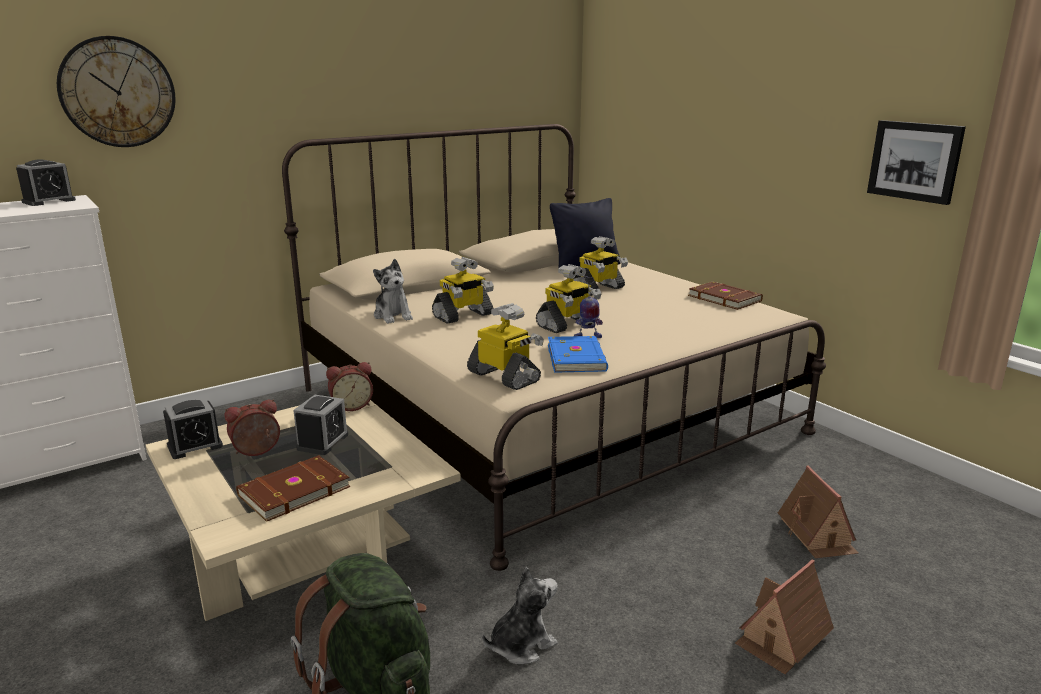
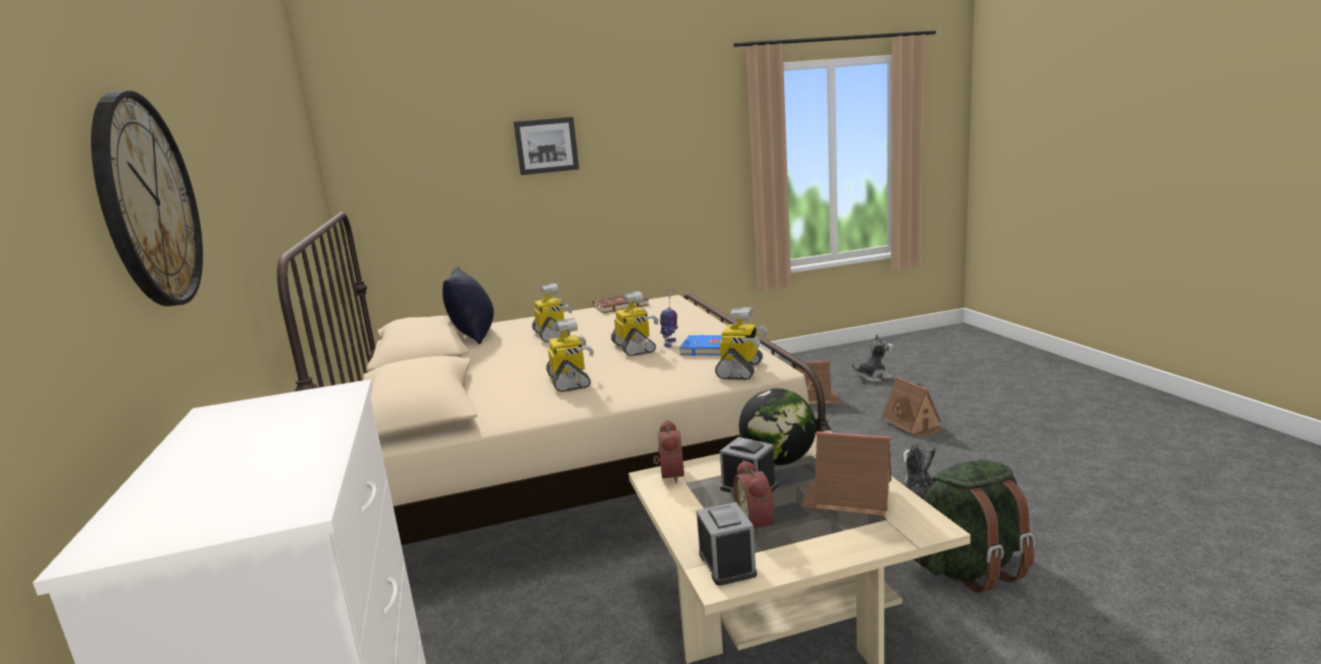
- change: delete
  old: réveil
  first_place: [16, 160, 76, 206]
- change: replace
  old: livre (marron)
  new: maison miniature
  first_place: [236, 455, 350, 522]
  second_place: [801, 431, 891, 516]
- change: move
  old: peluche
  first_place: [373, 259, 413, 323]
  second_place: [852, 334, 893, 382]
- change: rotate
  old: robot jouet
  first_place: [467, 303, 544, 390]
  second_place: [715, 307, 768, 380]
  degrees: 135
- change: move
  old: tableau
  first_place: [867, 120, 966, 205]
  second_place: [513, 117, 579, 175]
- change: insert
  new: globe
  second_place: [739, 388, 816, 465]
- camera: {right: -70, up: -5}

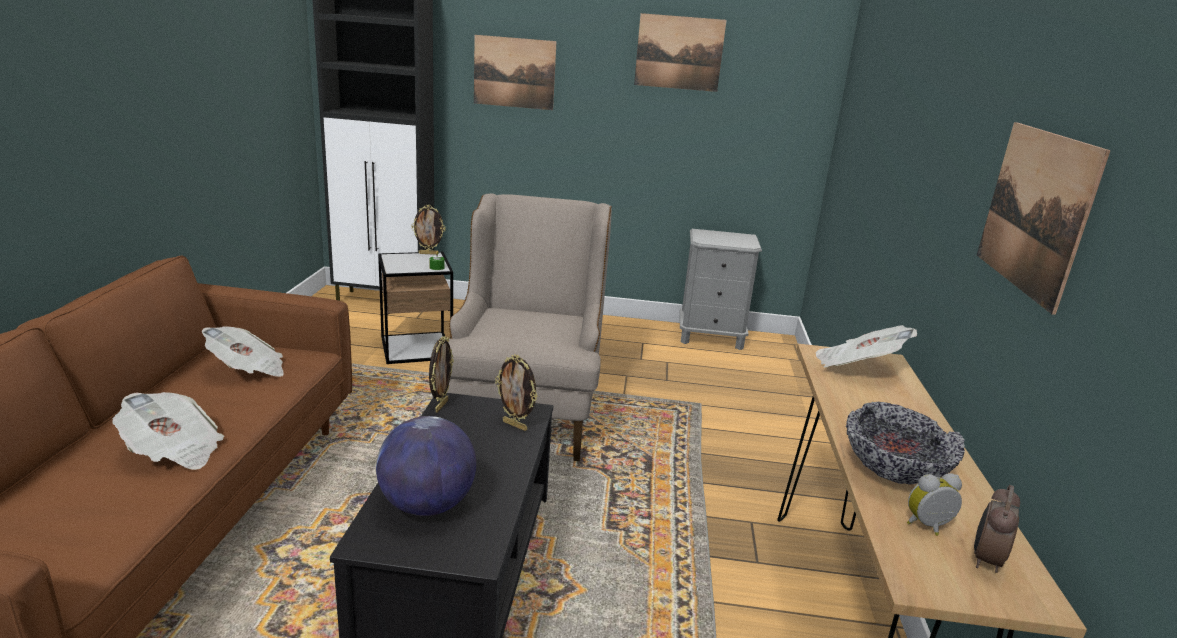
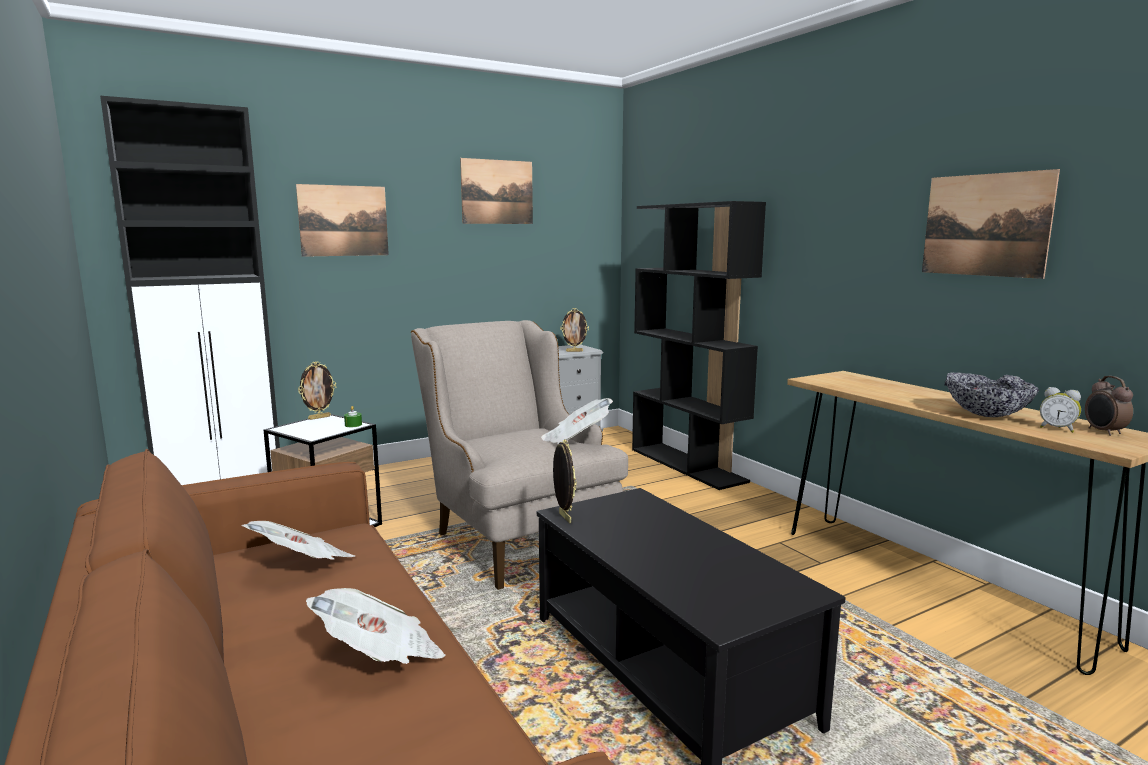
- change: delete
  old: globe
  first_place: [376, 416, 476, 516]
- change: move
  old: cadre photo
  first_place: [495, 354, 538, 431]
  second_place: [560, 308, 589, 352]
- change: move
  old: journal
  first_place: [815, 325, 917, 368]
  second_place: [541, 398, 613, 444]
- change: rotate
  old: réveil
  first_place: [907, 473, 962, 536]
  second_place: [1040, 387, 1081, 433]
  degrees: -90
- change: insert
  new: bibliothèque (noir)
  second_place: [632, 201, 766, 490]
- camera: {right: -35, up: -10}

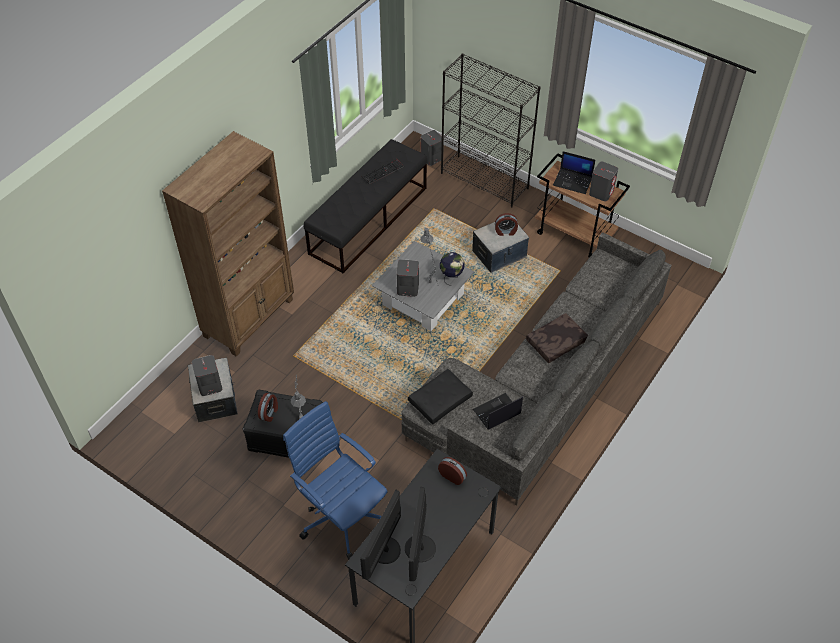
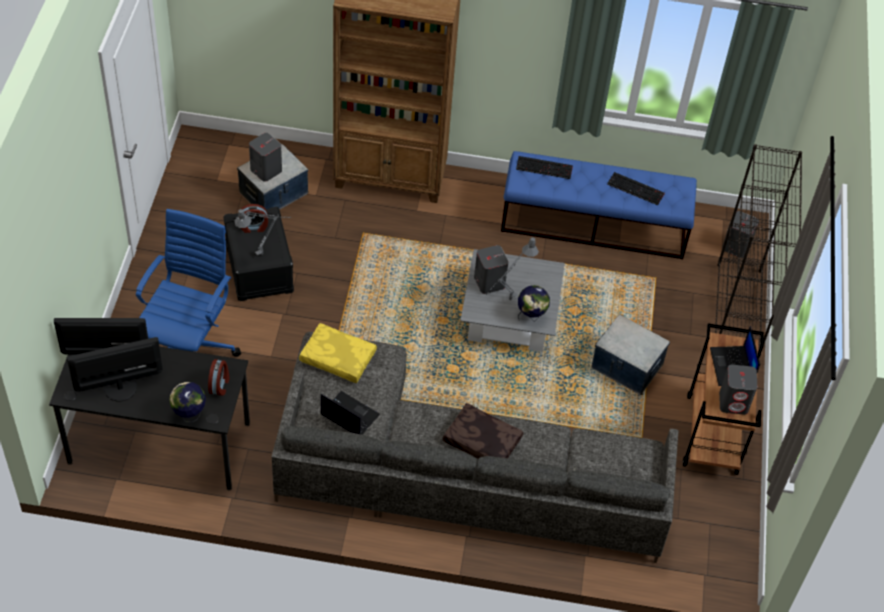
- change: recolor
  old: banc (noir)
  new: banc (bleu)
  first_place: [304, 139, 428, 273]
  second_place: [501, 151, 697, 259]
- change: recolor
  old: coussin (noir)
  new: coussin (jaune)
  first_place: [408, 369, 473, 425]
  second_place: [299, 323, 377, 383]
- change: delete
  old: réveil
  first_place: [495, 213, 518, 236]
- change: insert
  new: globe
  second_place: [169, 382, 206, 422]
- change: insert
  new: clavier
  second_place: [516, 156, 573, 179]
- camera: {right: 60, up: 0}

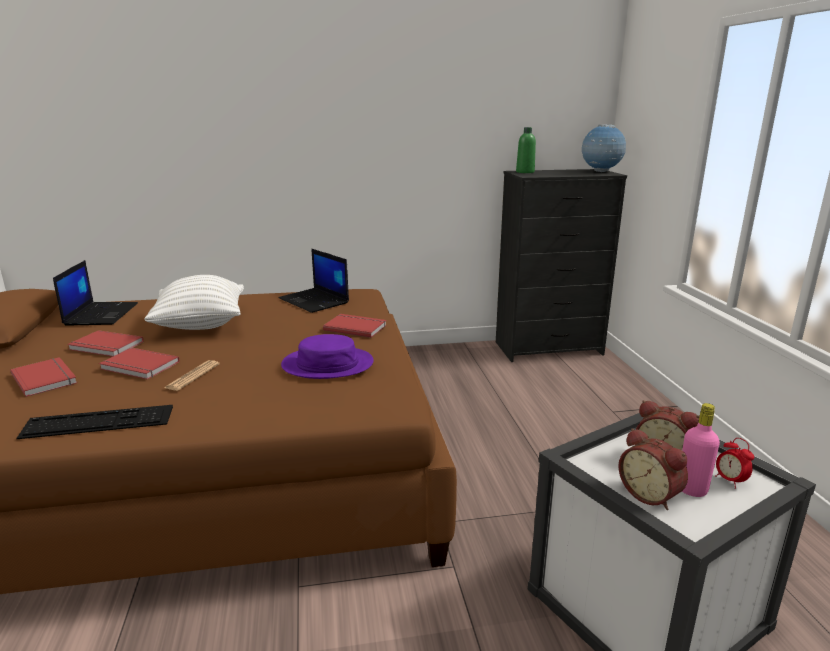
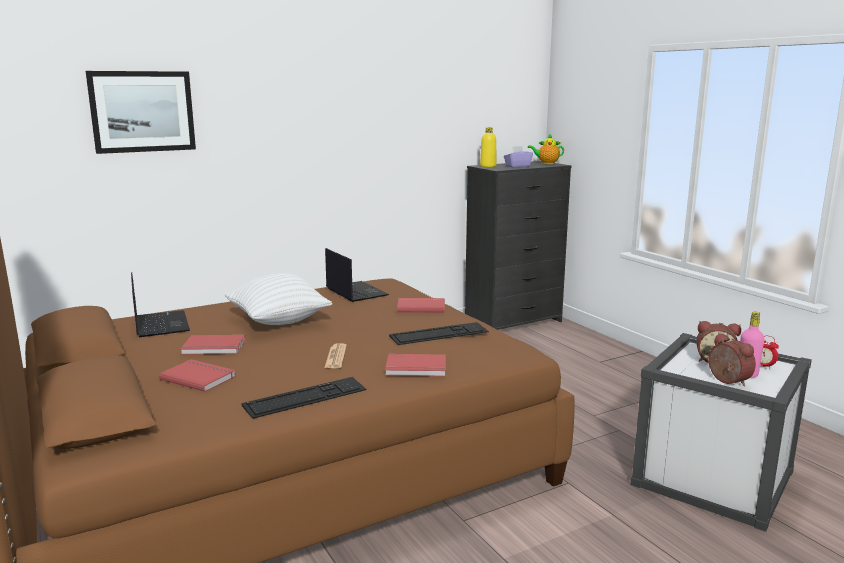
- change: move
  old: livre (rouge)
  first_place: [99, 348, 179, 379]
  second_place: [385, 354, 446, 377]
- change: rotate
  old: ordinateur portable
  first_place: [279, 249, 349, 313]
  second_place: [325, 248, 389, 302]
  degrees: -150
- change: replace
  old: chapeau (violet)
  new: clavier
  first_place: [281, 334, 374, 379]
  second_place: [389, 322, 489, 345]
- change: recolor
  old: bouteille (vert)
  new: bouteille (jaune)
  first_place: [516, 127, 536, 173]
  second_place: [480, 127, 496, 167]
- change: replace
  old: globe
  new: théière
  first_place: [582, 124, 626, 172]
  second_place: [528, 133, 564, 164]
- change: rotate
  old: réveil
  first_place: [618, 428, 688, 510]
  second_place: [708, 333, 756, 387]
  degrees: -150
- change: insert
  new: tableau
  second_place: [86, 71, 196, 154]
- change: insert
  new: boîte à mouchoirs (violet)
  second_place: [504, 146, 533, 167]
- camera: {right: -20, up: -5}

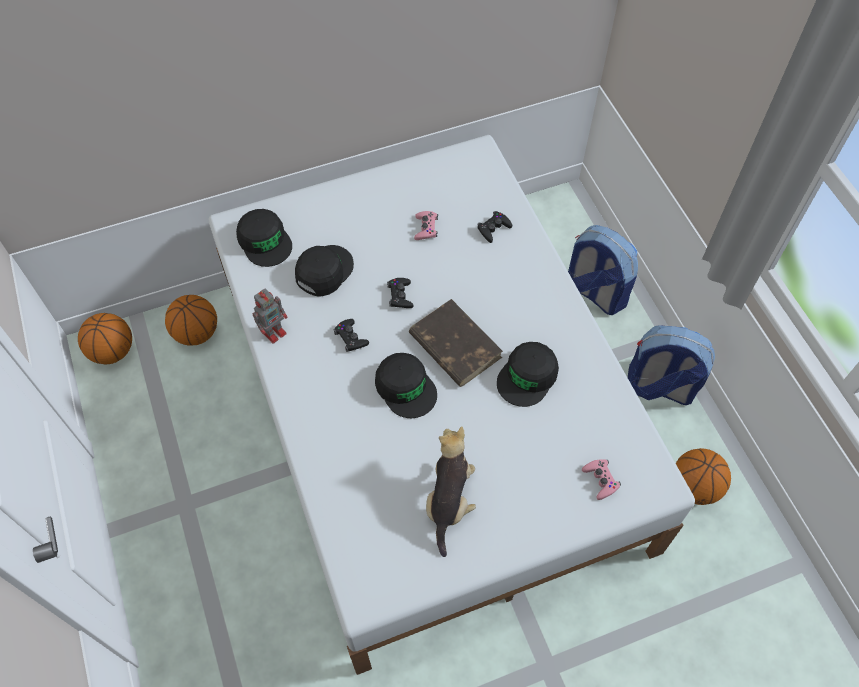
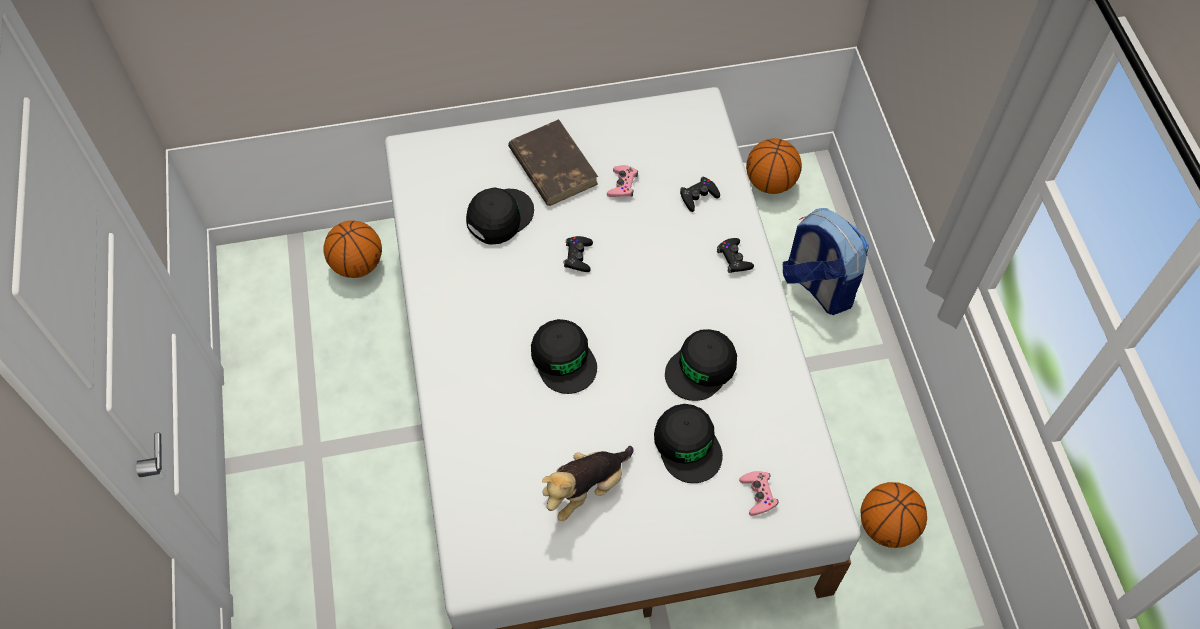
- change: move
  old: ballon de basket
  first_place: [78, 313, 132, 364]
  second_place: [746, 138, 802, 194]
- change: move
  old: casquette (noir)
  first_place: [236, 209, 292, 267]
  second_place: [654, 404, 723, 483]
- change: delete
  old: robot jouet
  first_place: [253, 289, 288, 344]
- change: move
  old: manette (noir)
  first_place: [334, 319, 369, 352]
  second_place: [717, 238, 754, 273]
- change: move
  old: livre (marron)
  first_place: [409, 299, 503, 387]
  second_place: [508, 119, 598, 206]
- change: rotate
  old: peluche
  first_place: [426, 426, 476, 557]
  second_place: [542, 446, 634, 521]
  degrees: -150
- change: delete
  old: sac à dos
  first_place: [628, 325, 715, 405]
- camera: {right: 10, up: 0}

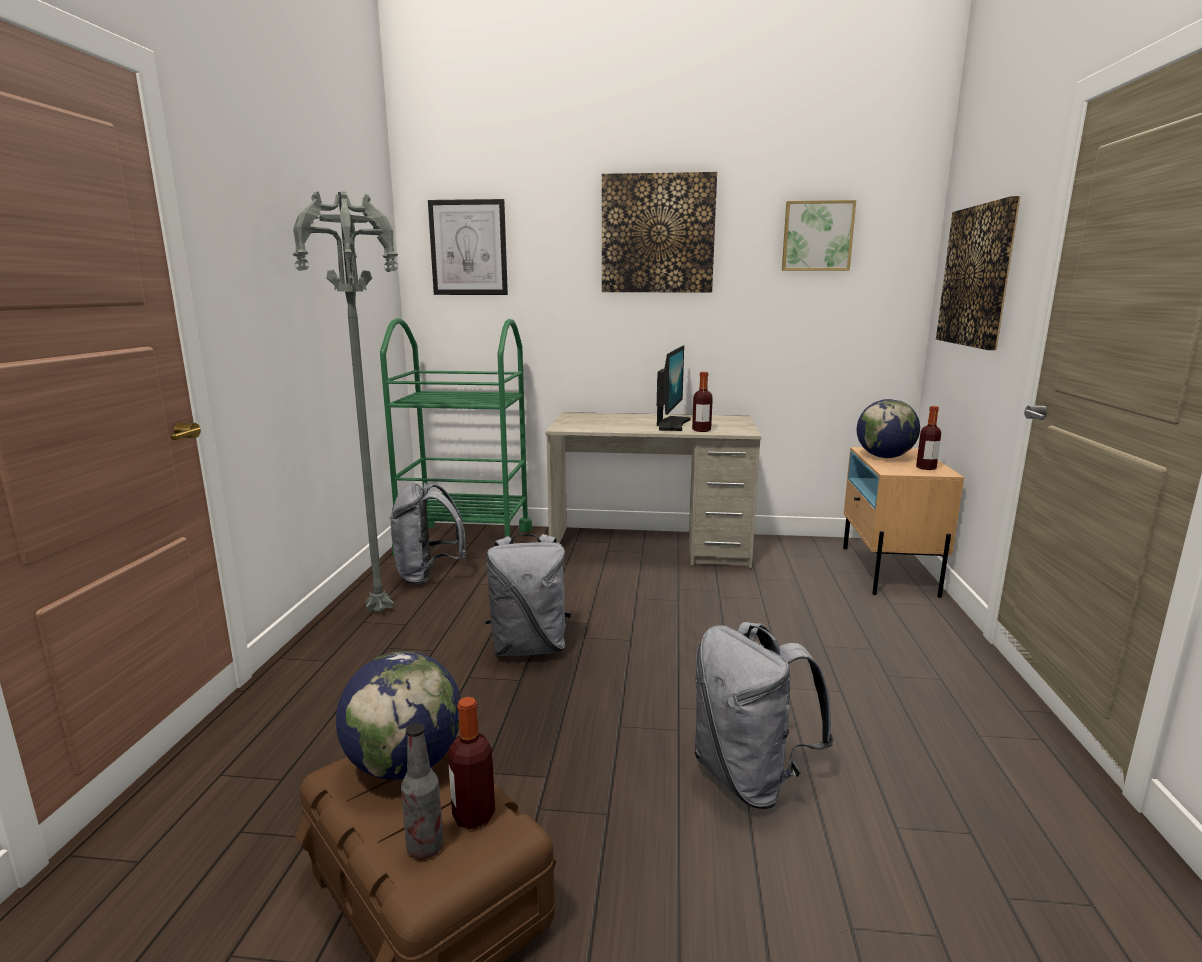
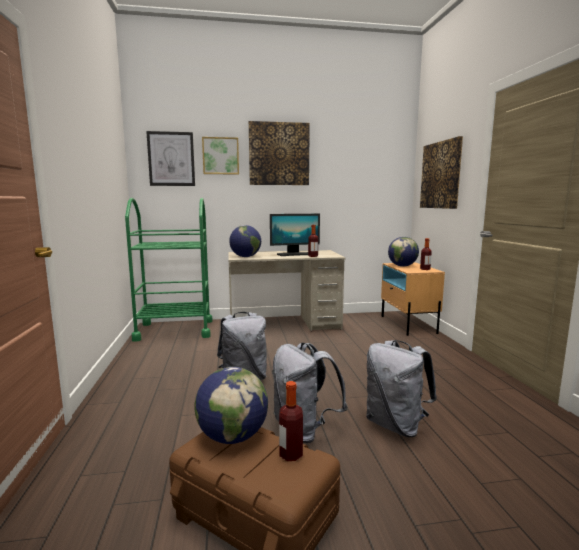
- change: delete
  old: lampadaire (gris)
  first_place: [293, 191, 398, 612]
- change: move
  old: sac à dos (gris)
  first_place: [389, 482, 466, 585]
  second_place: [272, 342, 348, 443]
- change: delete
  old: bouteille
  first_place: [401, 723, 444, 859]
- change: rotate
  old: écran d'ordinateur
  first_place: [657, 345, 691, 431]
  second_place: [270, 214, 320, 256]
  degrees: 75
- change: move
  old: tableau
  first_place: [782, 200, 856, 271]
  second_place: [202, 137, 239, 175]
- change: insert
  new: globe
  second_place: [229, 225, 261, 257]
- camera: {right: -15, up: -5}

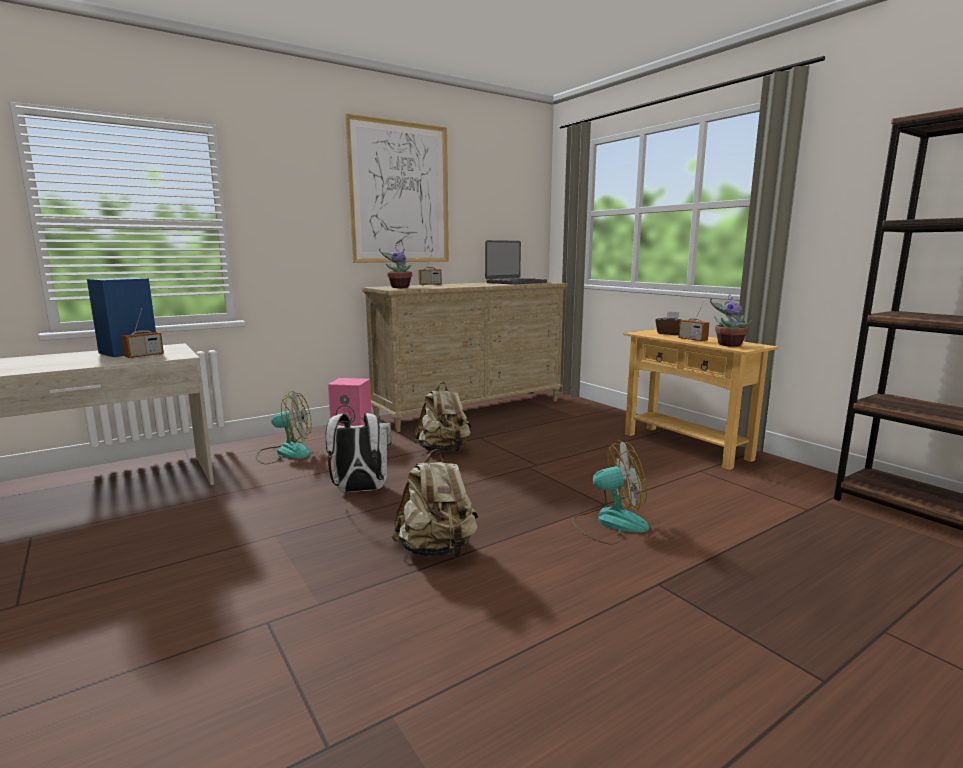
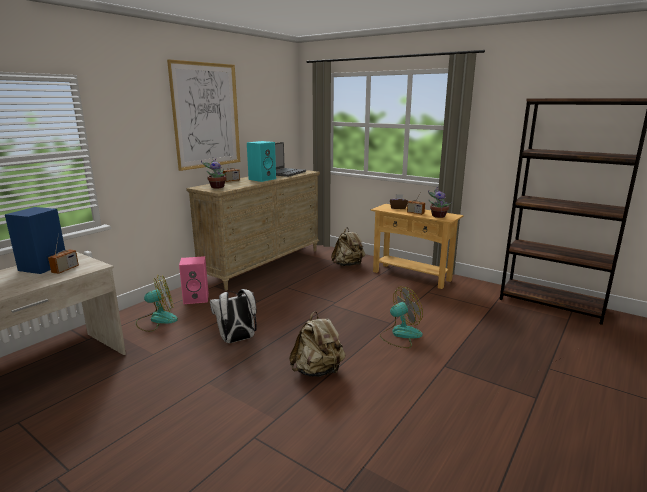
- change: move
  old: sac à dos (beige)
  first_place: [414, 382, 471, 452]
  second_place: [331, 227, 365, 266]
- change: insert
  new: enceinte (turquoise)
  second_place: [247, 141, 276, 182]
- camera: {right: -20, up: 5}

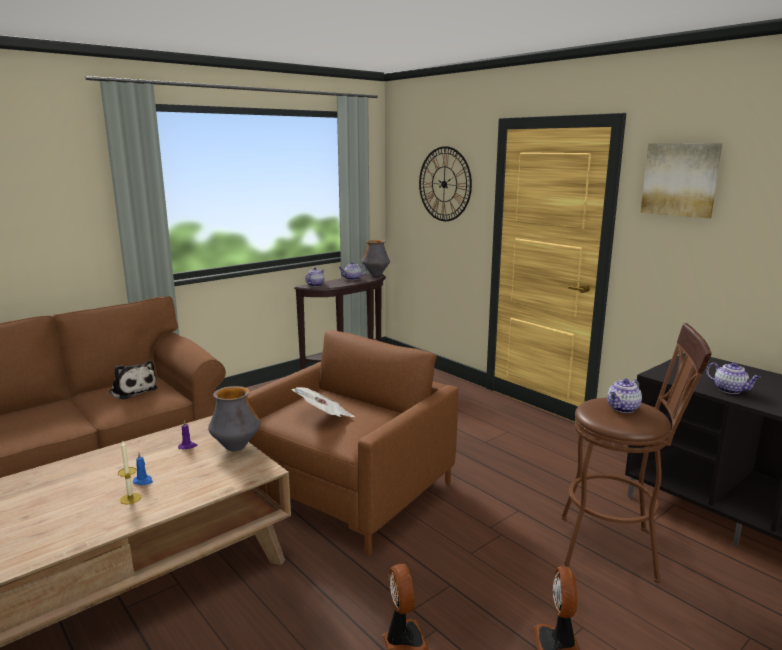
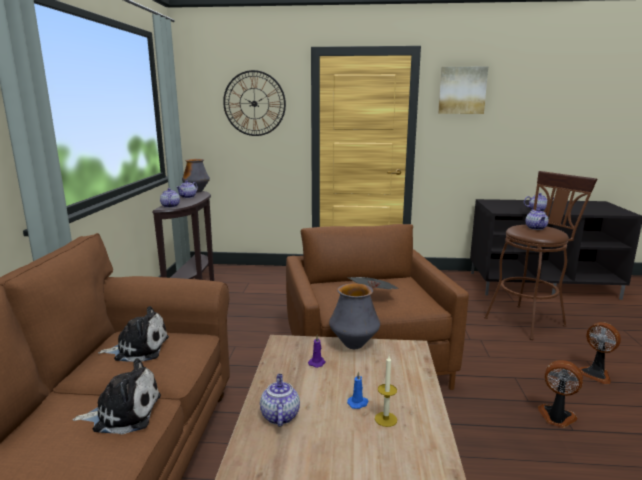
- change: insert
  new: peluche
  second_place: [72, 358, 161, 435]
- change: insert
  new: théière
  second_place: [260, 374, 300, 427]
- camera: {right: -45, up: 0}

